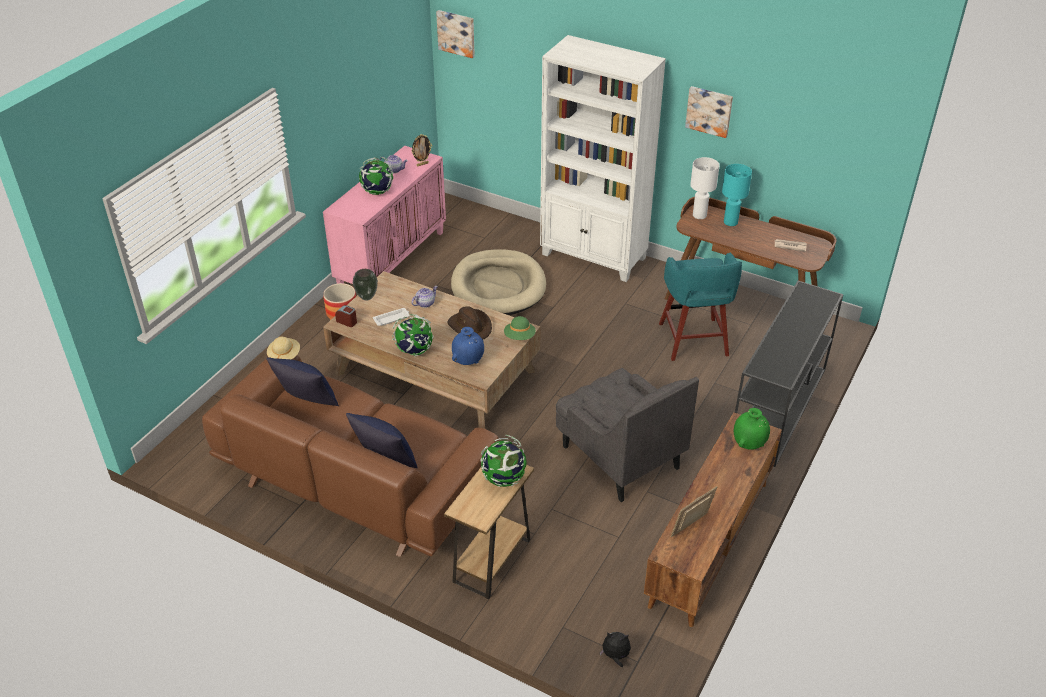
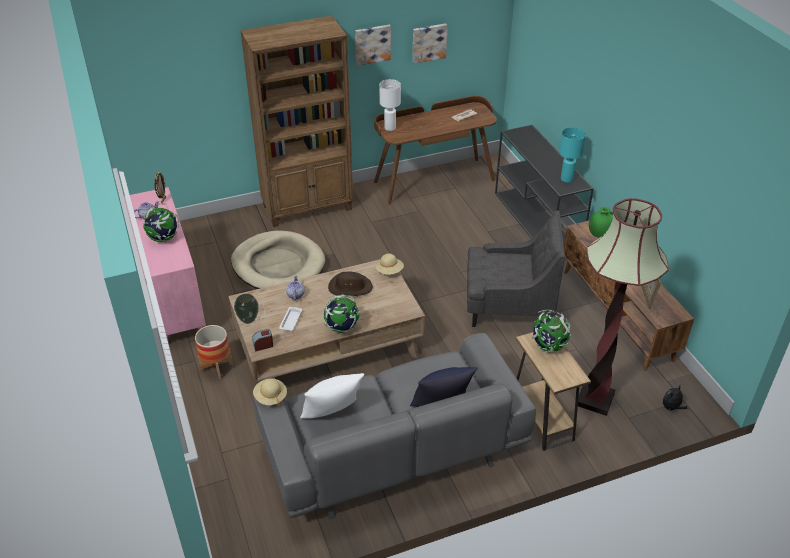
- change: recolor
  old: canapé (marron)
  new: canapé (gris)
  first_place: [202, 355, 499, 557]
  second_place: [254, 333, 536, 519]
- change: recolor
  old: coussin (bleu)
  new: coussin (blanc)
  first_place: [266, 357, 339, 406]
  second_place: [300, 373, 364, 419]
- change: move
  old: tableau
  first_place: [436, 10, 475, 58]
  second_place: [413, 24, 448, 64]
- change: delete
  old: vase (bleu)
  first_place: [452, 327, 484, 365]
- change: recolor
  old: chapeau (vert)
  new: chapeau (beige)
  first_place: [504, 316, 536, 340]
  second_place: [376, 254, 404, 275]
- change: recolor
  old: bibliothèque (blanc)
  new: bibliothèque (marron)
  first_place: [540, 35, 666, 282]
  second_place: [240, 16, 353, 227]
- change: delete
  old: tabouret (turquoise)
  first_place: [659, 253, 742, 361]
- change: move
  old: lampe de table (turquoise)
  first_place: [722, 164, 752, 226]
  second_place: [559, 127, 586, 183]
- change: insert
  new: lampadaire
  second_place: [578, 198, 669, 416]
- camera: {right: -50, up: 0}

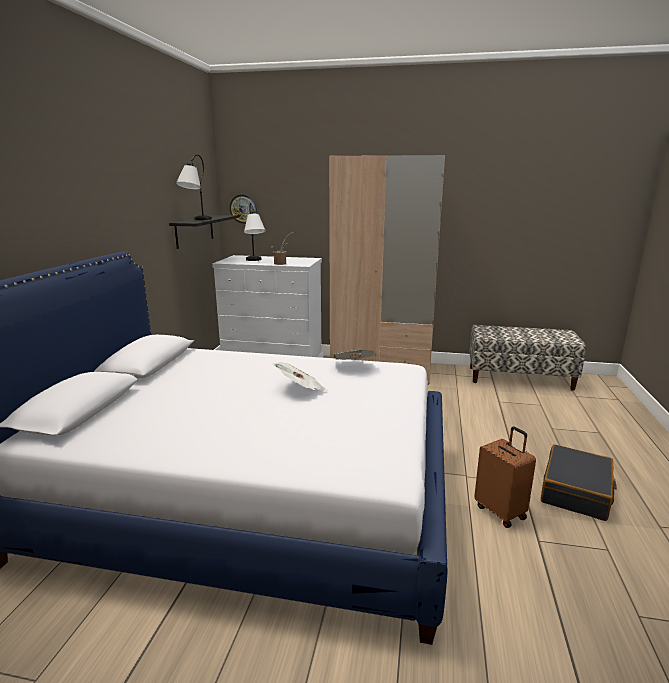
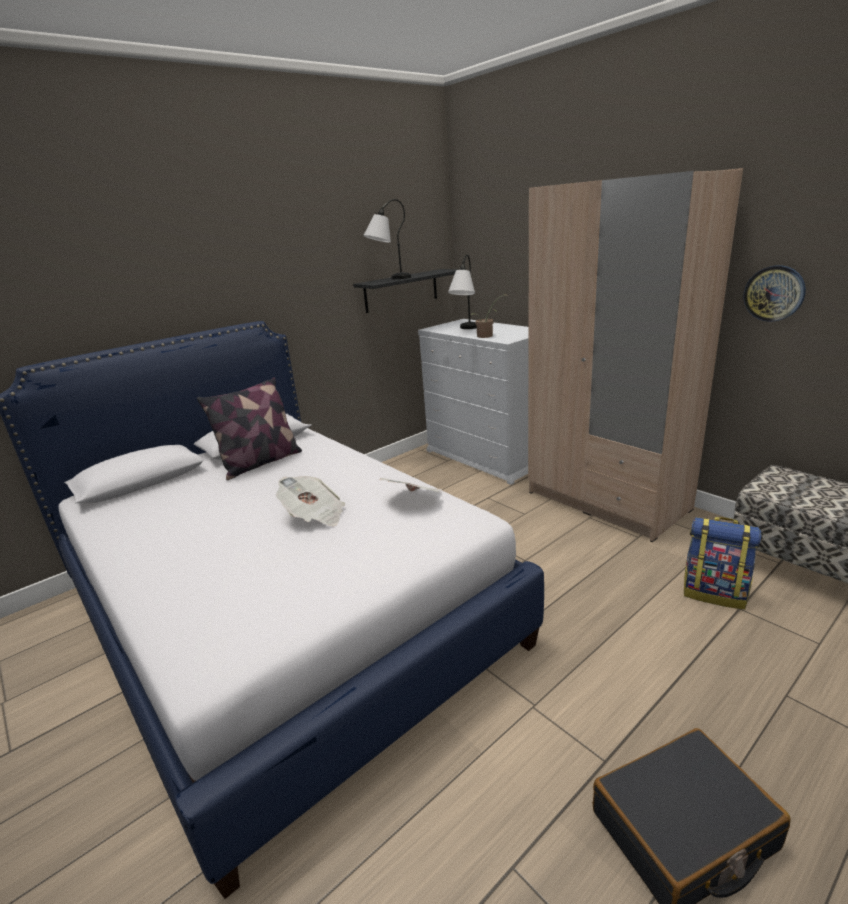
- change: move
  old: horloge murale
  first_place: [229, 194, 257, 224]
  second_place: [743, 265, 806, 322]
- change: delete
  old: valise (marron)
  first_place: [474, 426, 536, 528]
- change: insert
  new: coussin
  second_place: [197, 377, 302, 480]
- change: insert
  new: sac à dos
  second_place: [684, 517, 762, 610]
- camera: {right: 40, up: 5}

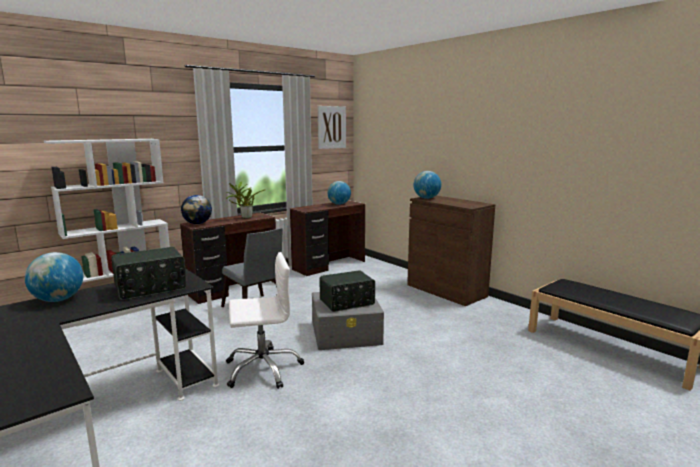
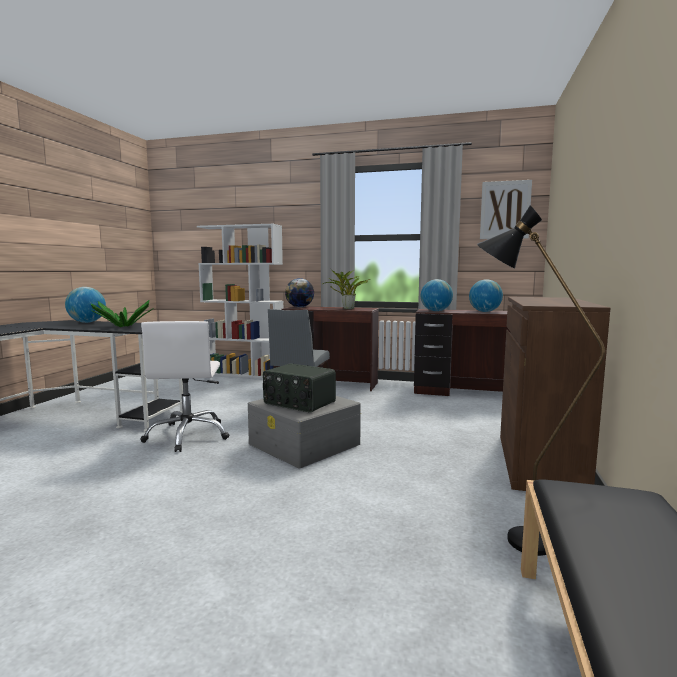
- change: replace
  old: radio
  new: plante en pot
  first_place: [111, 247, 187, 300]
  second_place: [91, 300, 154, 327]
- change: rotate
  old: chaise de bureau (blanc)
  first_place: [226, 252, 304, 389]
  second_place: [141, 321, 229, 452]
  degrees: 45
- change: move
  old: globe
  first_place: [413, 171, 441, 199]
  second_place: [421, 279, 453, 311]
- change: insert
  new: lampadaire (noir)
  second_place: [477, 205, 605, 556]
- camera: {right: 55, up: -5}

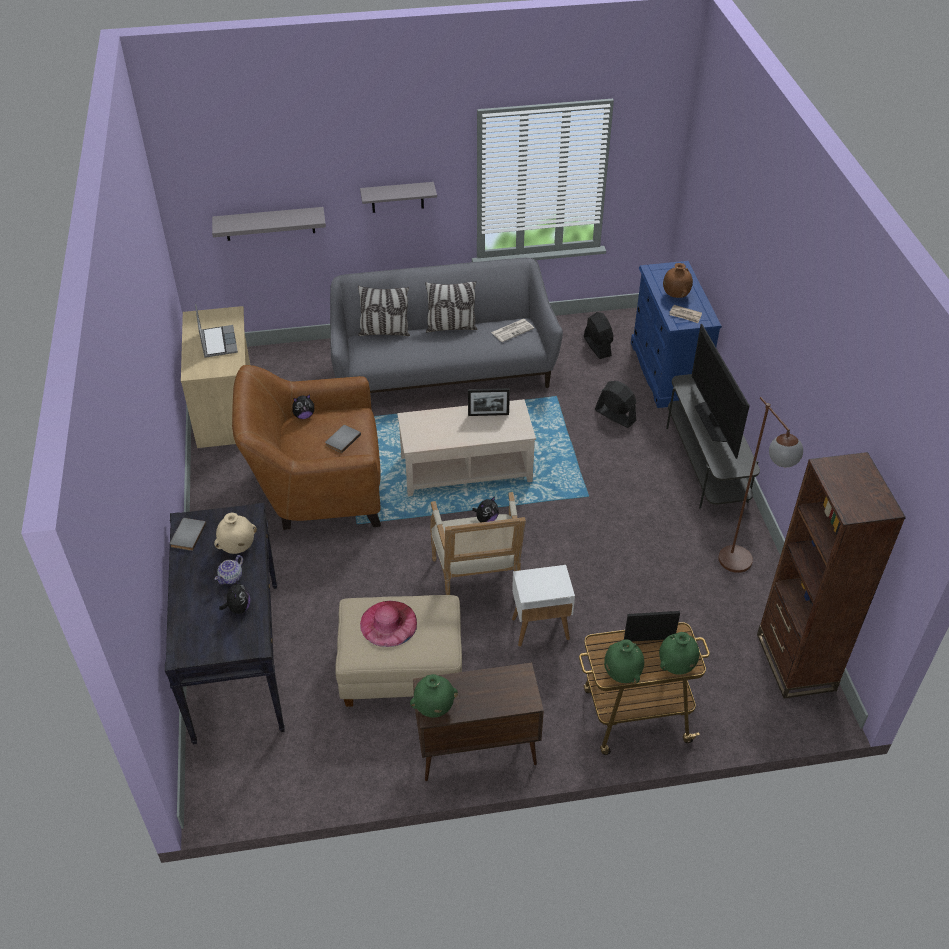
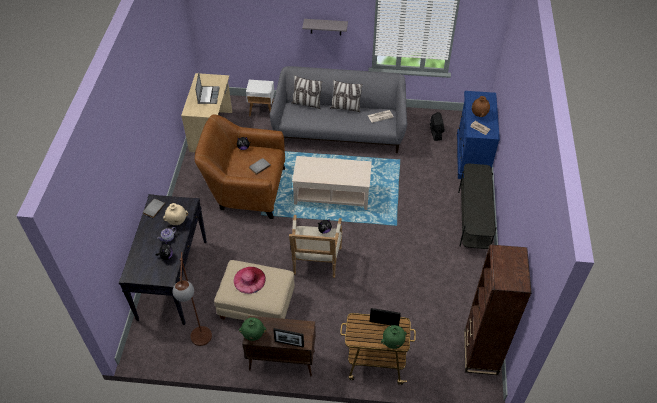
- change: delete
  old: étagère (gris)
  first_place: [212, 207, 326, 241]
- change: move
  old: cadre photo
  first_place: [468, 388, 510, 416]
  second_place: [273, 328, 304, 348]
- change: move
  old: table d'appoint (blanc)
  first_place: [512, 565, 575, 647]
  second_place: [246, 80, 274, 117]
- change: delete
  old: ventilateur (noir)
  first_place: [595, 381, 636, 428]
- change: delete
  old: vase (vert)
  first_place: [604, 639, 644, 683]
- change: delete
  old: téléviseur
  first_place: [691, 324, 750, 459]
- change: move
  old: lampadaire (marron)
  first_place: [718, 397, 803, 573]
  second_place: [173, 252, 212, 346]
- camera: {right: 15, up: 5}

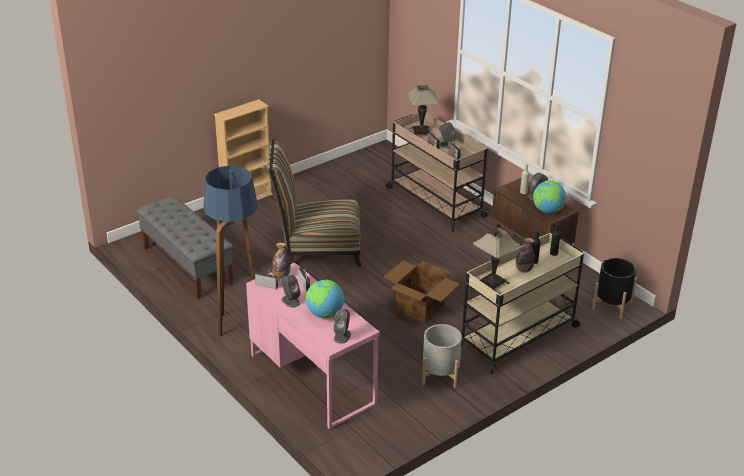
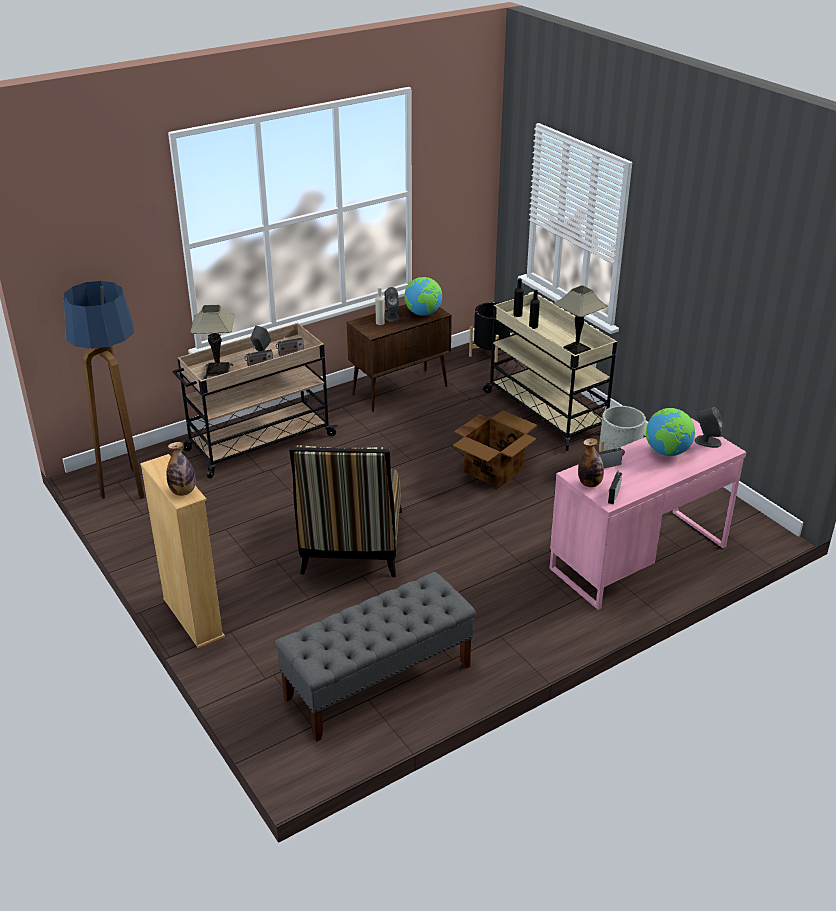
- change: move
  old: lampadaire
  first_place: [203, 166, 258, 337]
  second_place: [64, 281, 145, 499]
- change: delete
  old: enceinte (gris)
  first_place: [281, 275, 301, 308]
- change: move
  old: bouteille
  first_place: [516, 238, 535, 273]
  second_place: [166, 442, 196, 496]
- camera: {right: -85, up: 0}

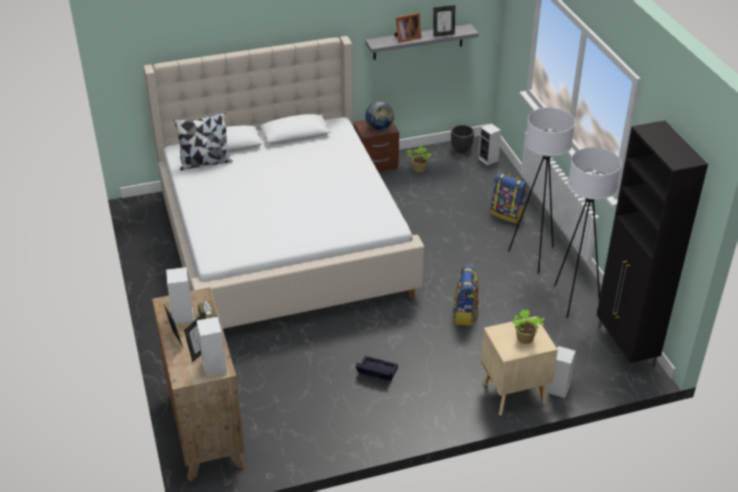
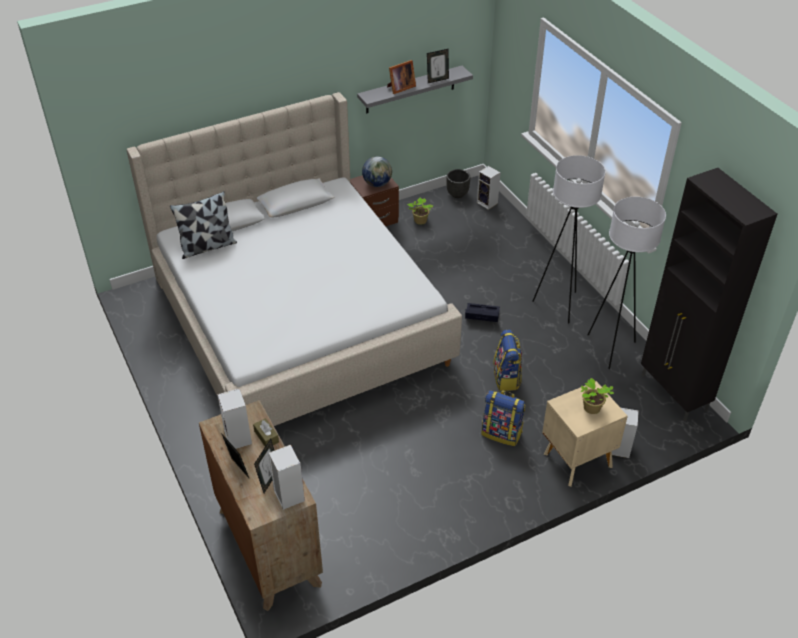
- change: move
  old: boîte de rangement (noir)
  first_place: [355, 356, 398, 381]
  second_place: [465, 303, 500, 322]
- change: move
  old: sac à dos
  first_place: [490, 173, 527, 223]
  second_place: [482, 390, 525, 446]
- camera: {right: -10, up: 5}

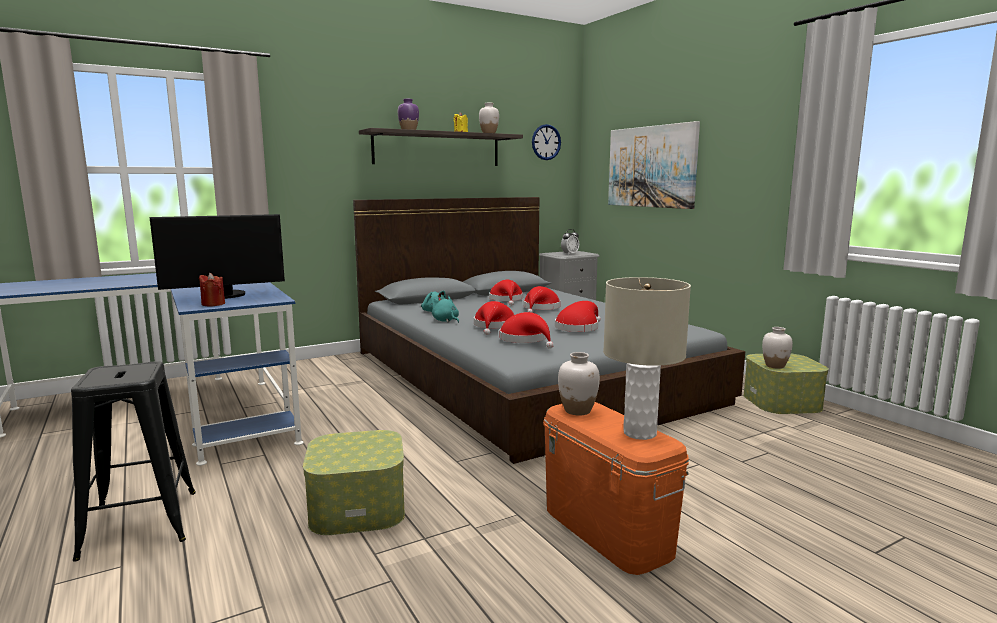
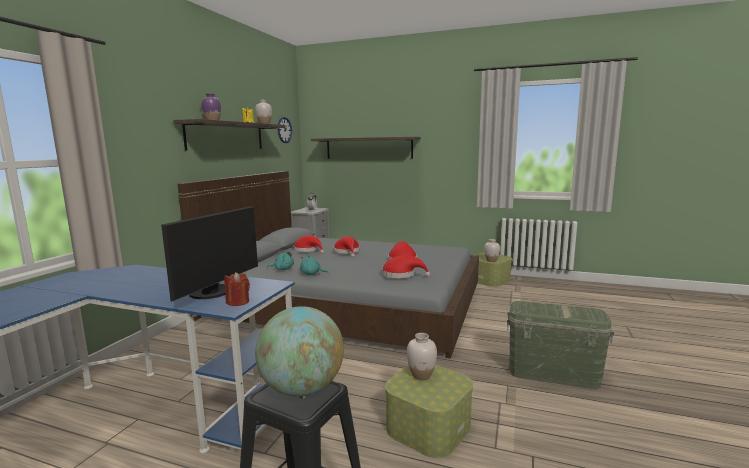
- change: delete
  old: chapeau (rouge)
  first_place: [474, 301, 514, 335]
- change: recolor
  old: boîte de rangement (orange)
  new: boîte de rangement (vert)
  first_place: [543, 402, 689, 575]
  second_place: [507, 301, 614, 389]
- change: move
  old: vase (blanc)
  first_place: [558, 352, 600, 415]
  second_place: [407, 333, 437, 380]
- change: delete
  old: lampe de table (beige)
  first_place: [603, 277, 691, 440]
- change: replace
  old: tableau
  new: étagère
  first_place: [608, 121, 700, 209]
  second_place: [311, 137, 421, 159]
- change: insert
  new: globe
  second_place: [255, 306, 344, 397]
- camera: {right: -40, up: 0}

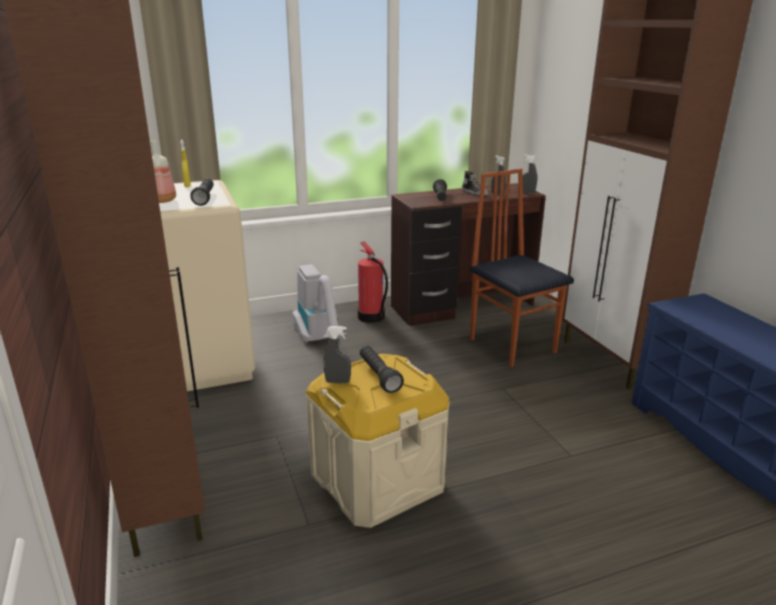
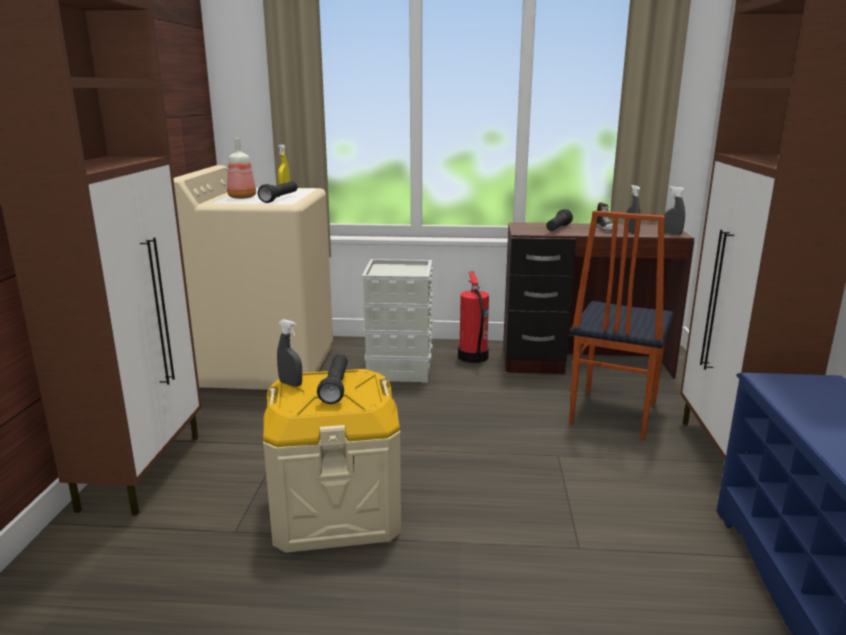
- change: replace
  old: aspirateur
  new: boîte de rangement (gris)
  first_place: [292, 265, 347, 343]
  second_place: [362, 259, 433, 383]
- change: rotate
  old: chaise
  first_place: [470, 169, 574, 367]
  second_place: [569, 211, 674, 440]
  degrees: -150
- camera: {right: 25, up: -5}

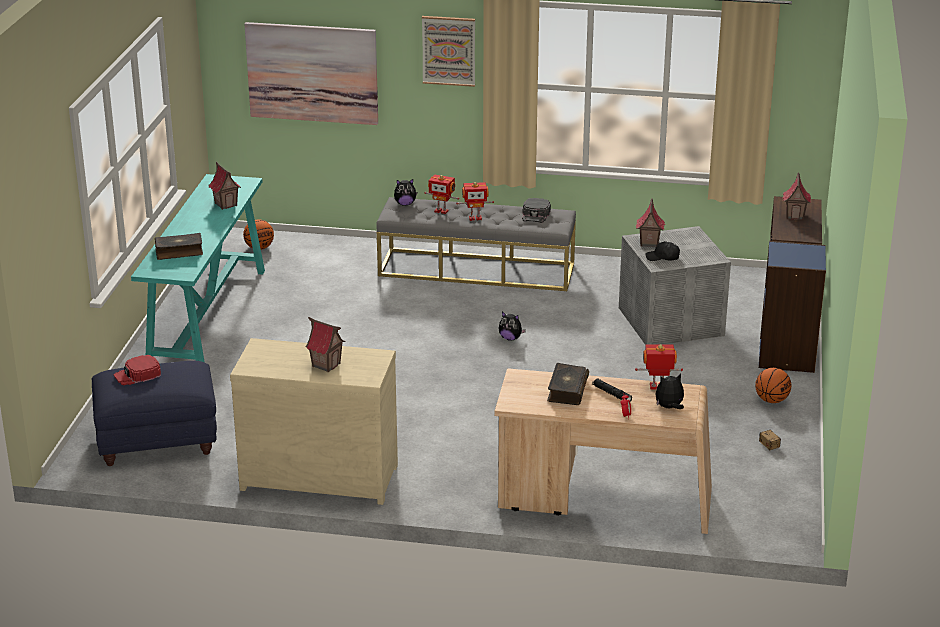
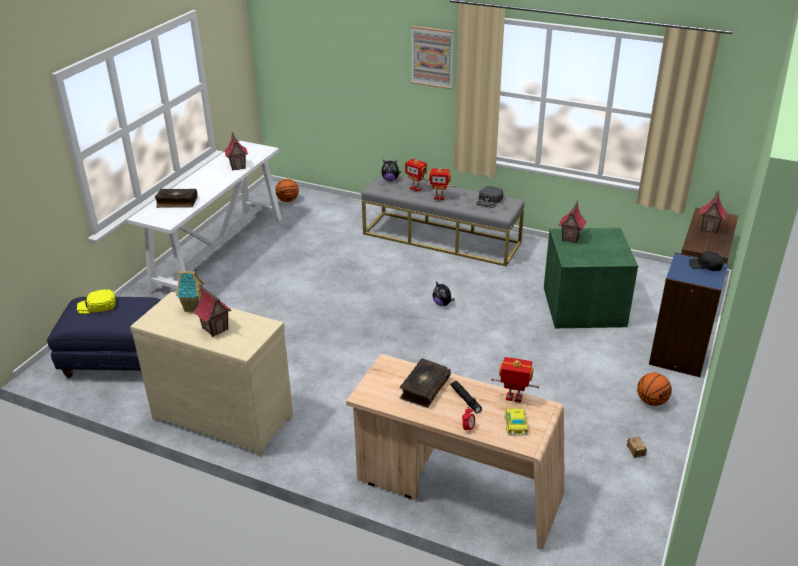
- change: recolor
  old: casquette (rouge)
  new: casquette (jaune)
  first_place: [113, 355, 161, 385]
  second_place: [77, 289, 116, 314]
- change: recolor
  old: table console (turquoise)
  new: table console (blanc)
  first_place: [131, 174, 265, 362]
  second_place: [127, 141, 282, 293]
- change: delete
  old: tableau
  first_place: [245, 22, 378, 125]
- change: recolor
  old: boîte de rangement (gris)
  new: boîte de rangement (vert)
  first_place: [619, 226, 731, 345]
  second_place: [544, 228, 638, 328]
- change: move
  old: casquette (noir)
  first_place: [646, 241, 680, 261]
  second_place: [689, 251, 724, 271]
- change: replace
  old: peluche
  new: petite voiture
  first_place: [655, 374, 684, 409]
  second_place: [504, 408, 528, 436]
- change: insert
  new: maison miniature
  second_place: [176, 269, 204, 312]
- camera: {right: 15, up: 5}

